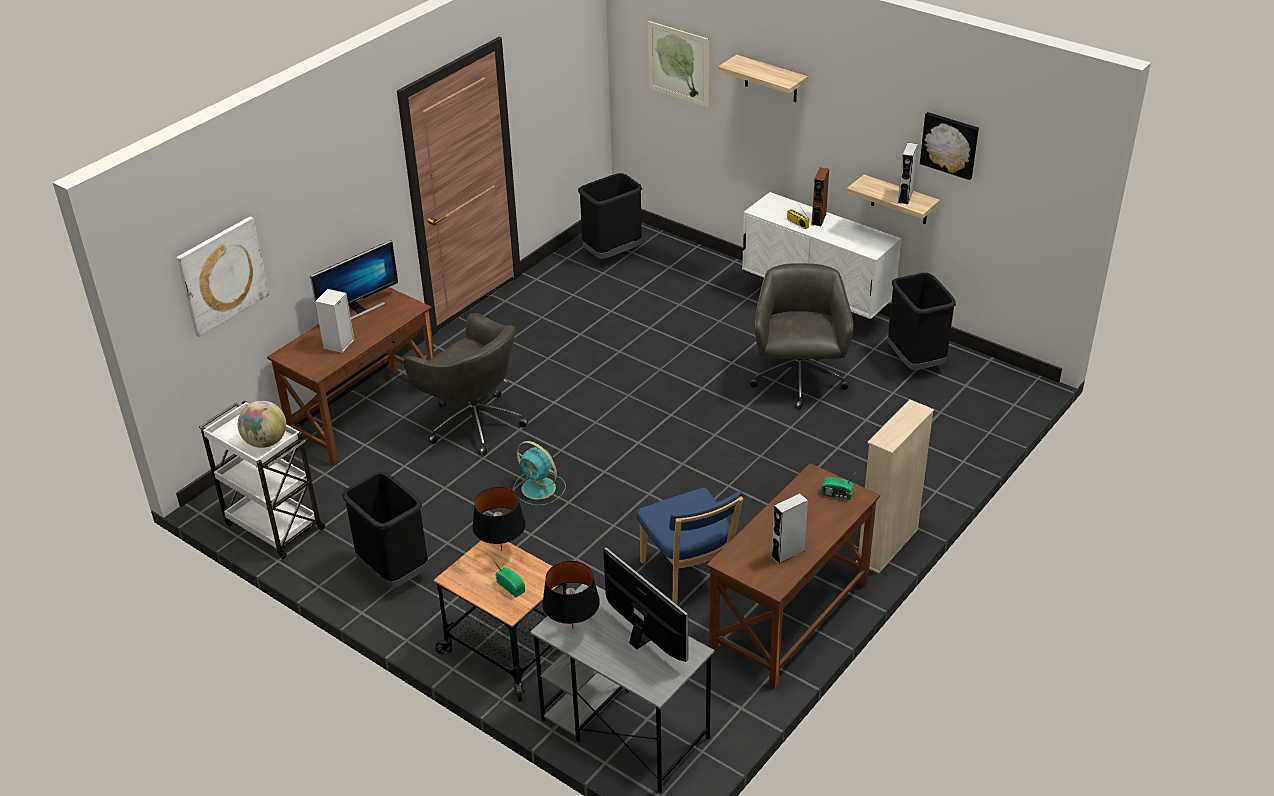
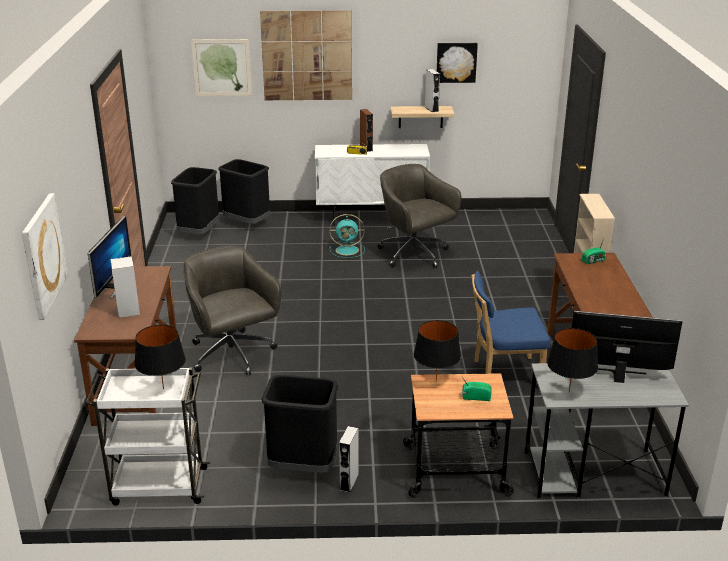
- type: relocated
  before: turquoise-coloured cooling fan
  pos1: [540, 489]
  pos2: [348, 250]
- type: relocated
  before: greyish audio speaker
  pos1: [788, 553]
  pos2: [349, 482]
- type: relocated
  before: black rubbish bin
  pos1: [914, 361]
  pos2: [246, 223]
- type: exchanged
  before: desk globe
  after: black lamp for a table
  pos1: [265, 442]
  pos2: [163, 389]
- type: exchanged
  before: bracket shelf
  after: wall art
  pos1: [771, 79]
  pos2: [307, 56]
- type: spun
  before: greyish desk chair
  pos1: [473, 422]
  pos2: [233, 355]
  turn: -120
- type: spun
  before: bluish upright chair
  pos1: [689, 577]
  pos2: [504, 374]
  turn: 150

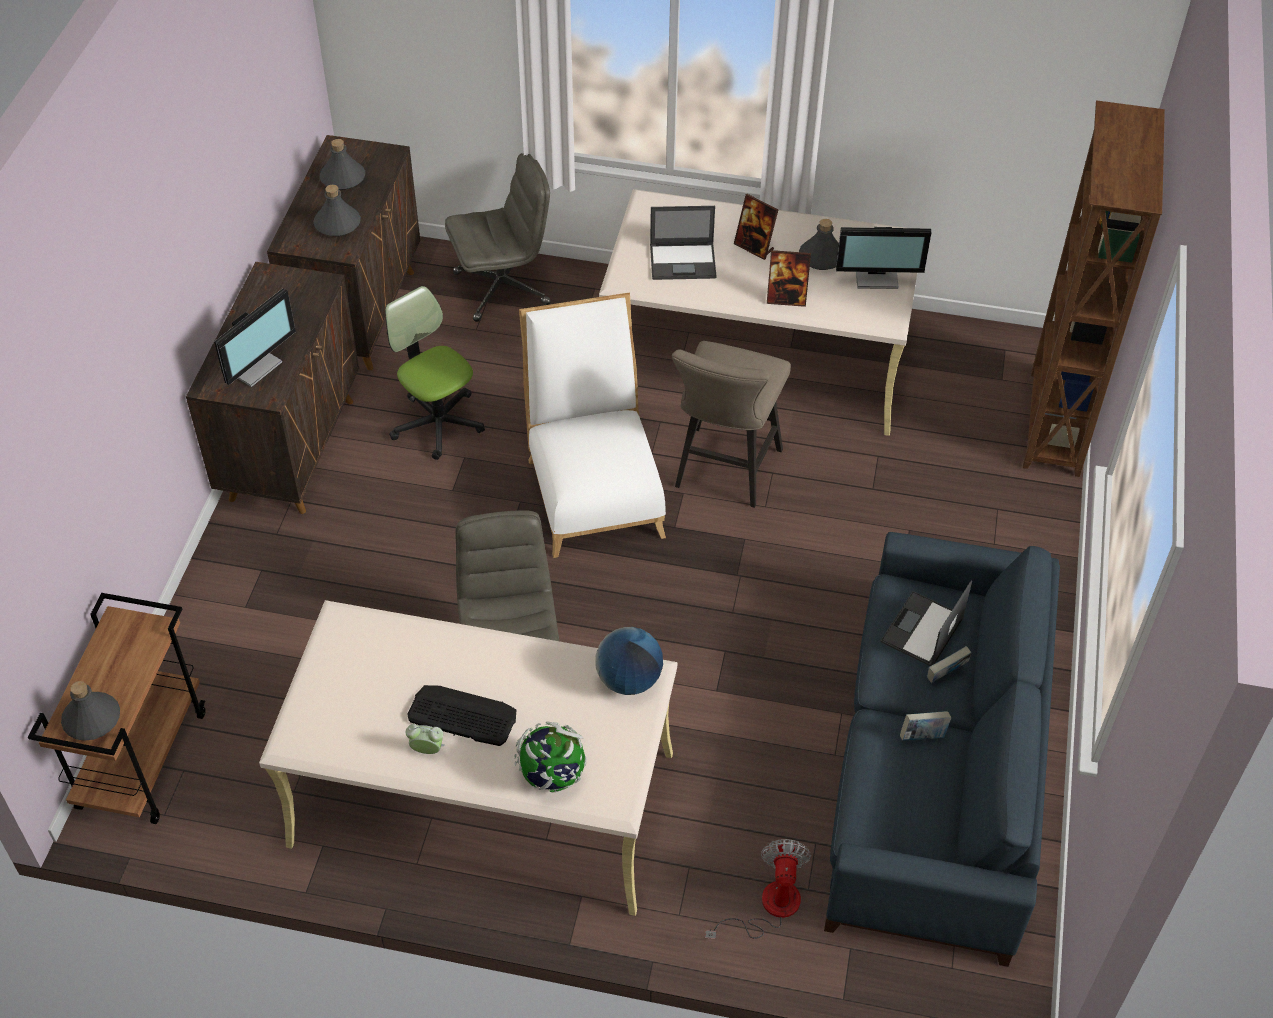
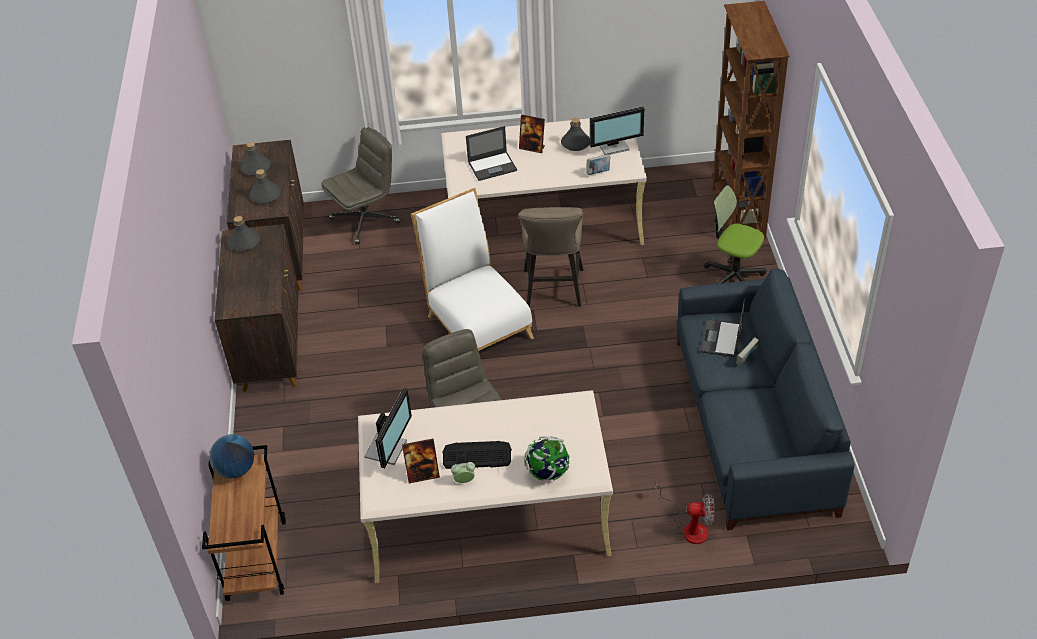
- type: relocated
  before: greyish bottle
  pos1: [91, 719]
  pos2: [244, 243]
- type: relocated
  before: computer display
  pos1: [253, 366]
  pos2: [388, 449]
- type: relocated
  before: desk chair
  pos1: [438, 423]
  pos2: [733, 277]
- type: relocated
  before: desk globe
  pos1: [629, 680]
  pos2: [236, 470]
- type: relocated
  before: standing frame
  pos1: [786, 299]
  pos2: [423, 474]
- type: relocated
  before: book
  pos1: [923, 736]
  pos2: [598, 172]
- type: spun
  before: cooling fan
  pos1: [768, 907]
  pos2: [689, 527]
  turn: 105

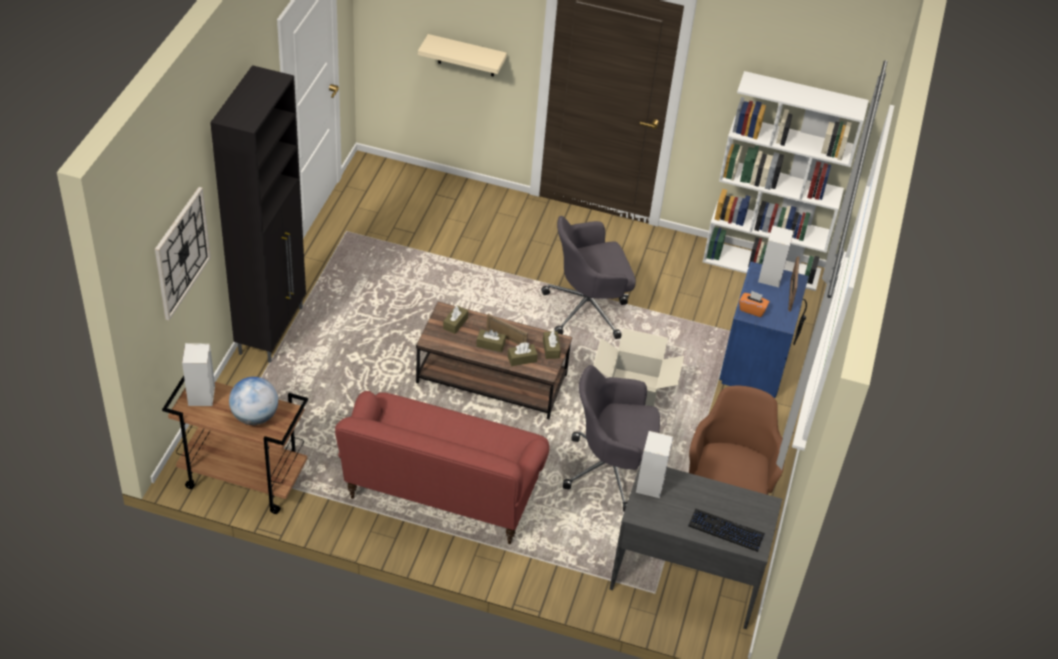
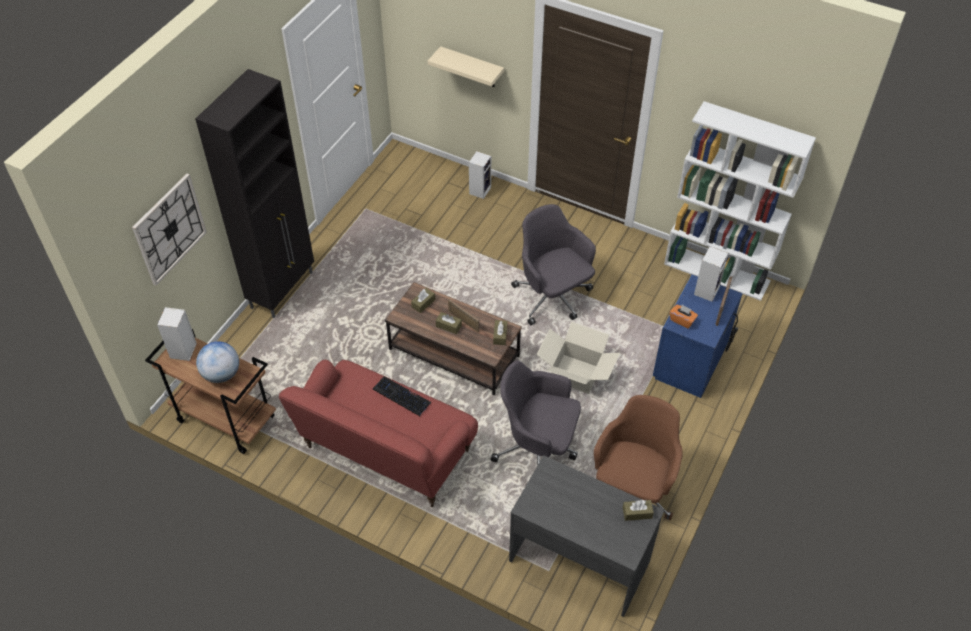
- type: relocated
  before: brown-coloured tissue box
  pos1: [522, 359]
  pos2: [637, 513]
- type: relocated
  before: audio speaker
  pos1: [649, 484]
  pos2: [480, 190]
- type: relocated
  before: keyboard
  pos1: [726, 530]
  pos2: [401, 396]
- type: spun
  before: greyish desk chair
  pos1: [588, 309]
  pos2: [552, 297]
  turn: 60

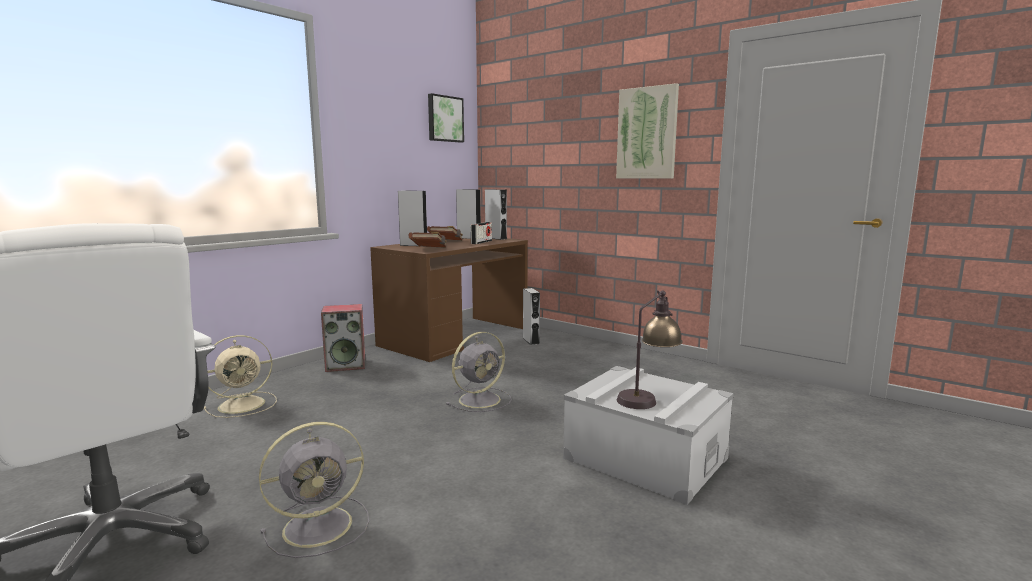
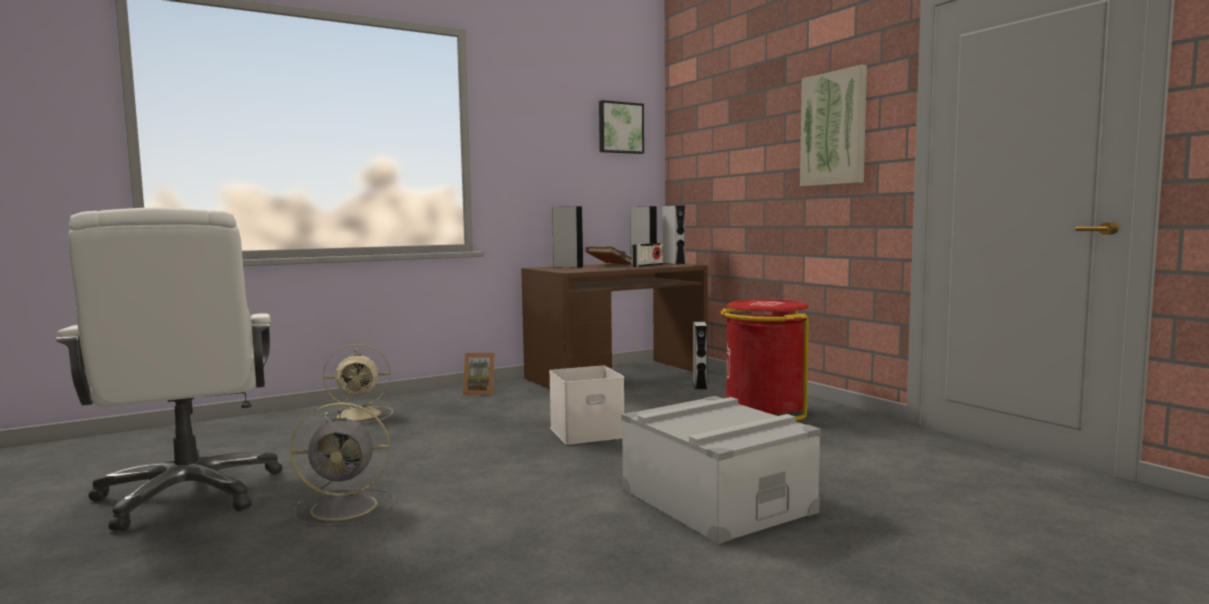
- type: missing
  before: brown-coloured book
  pos1: [429, 249]
- type: missing
  before: lamp for a table
  pos1: [647, 398]
- type: appeared
  after: red rubbish bin
  pos2: [764, 411]
- type: exchanged
  before: audio speaker
  after: standing frame
  pos1: [346, 365]
  pos2: [480, 392]
- type: exchanged
  before: greyish cooling fan
  after: whitish storage box
  pos1: [481, 399]
  pos2: [587, 432]

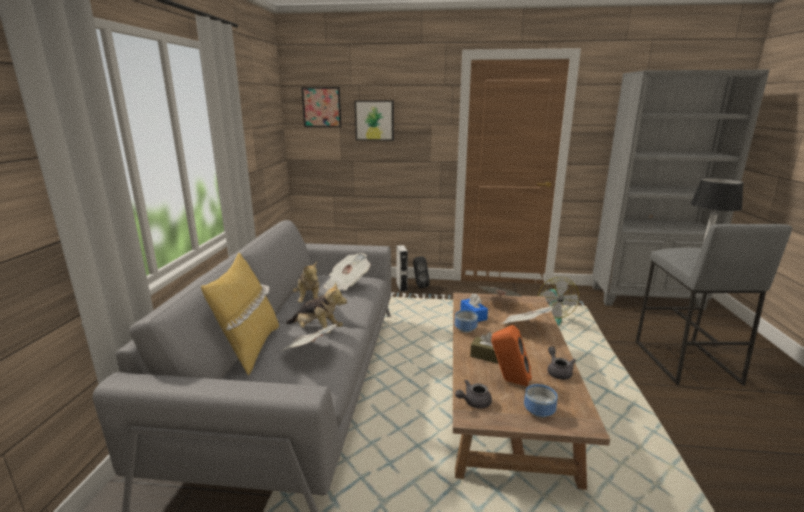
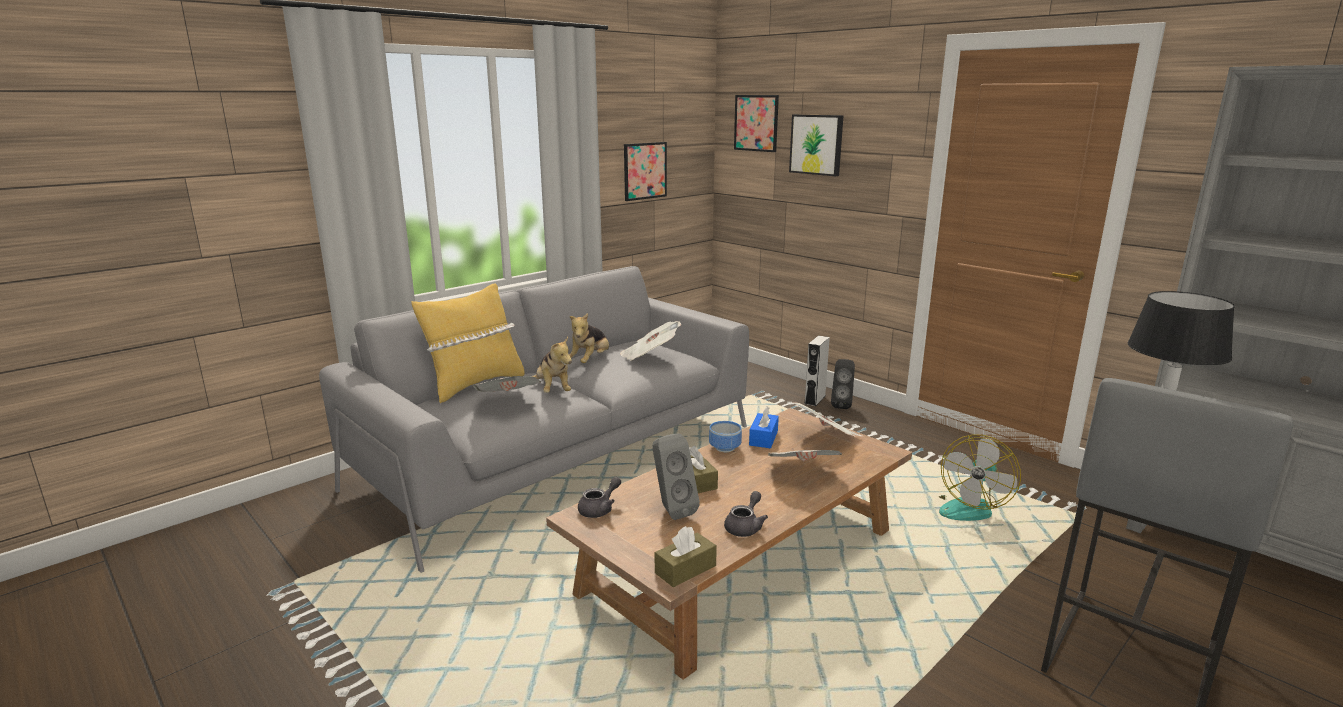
- type: missing
  before: bowl
  pos1: [538, 410]
- type: appeared
  after: wall art
  pos2: [645, 171]
- type: appeared
  after: brown-coloured tissue box
  pos2: [685, 569]
- type: colour
  before: orange-coloured audio speaker
  after: greyish audio speaker
  pos1: [509, 381]
  pos2: [671, 509]
- type: spun
  before: greyish teapot
  pos1: [473, 402]
  pos2: [600, 509]
  turn: 120

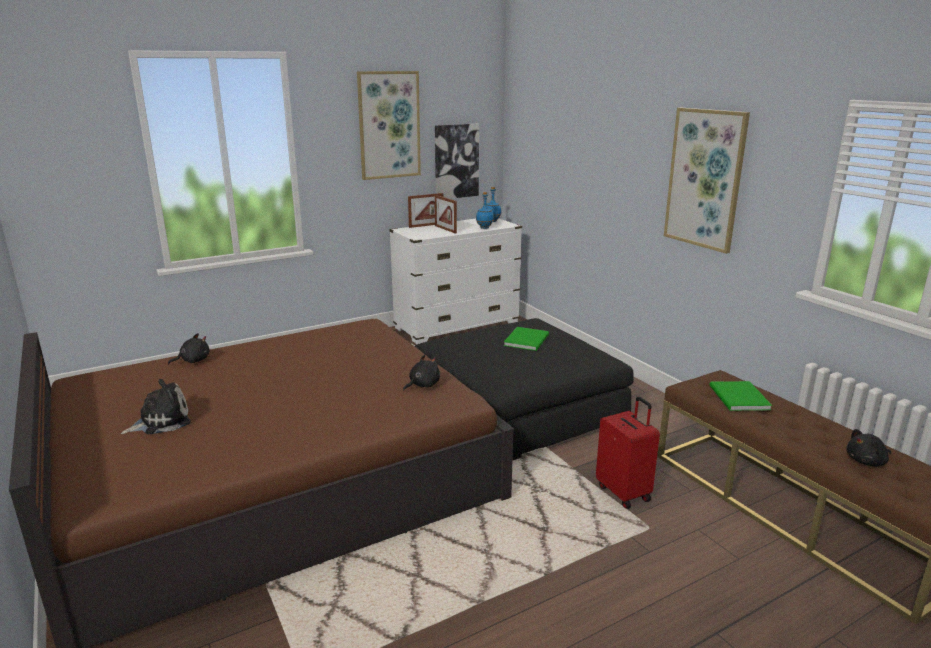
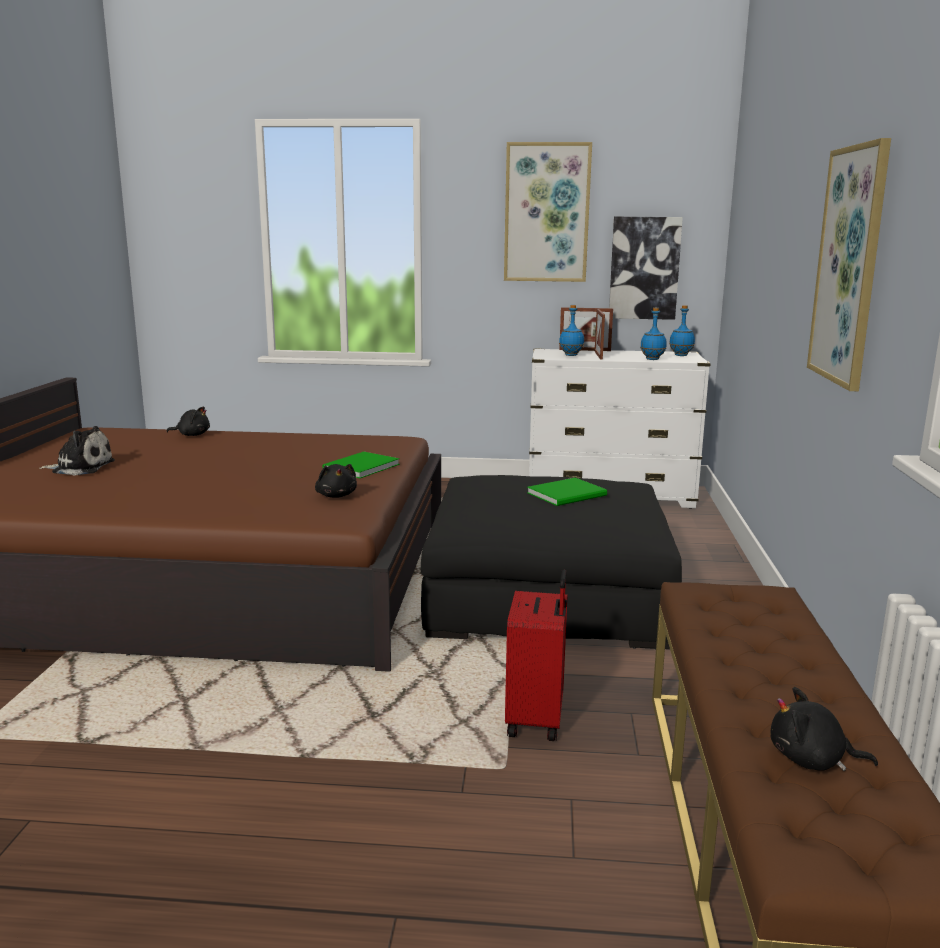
- type: appeared
  after: bluish bottle
  pos2: [570, 355]
- type: relocated
  before: greenish book
  pos1: [738, 398]
  pos2: [359, 467]
- type: spun
  before: black cuddly toy
  pos1: [422, 385]
  pos2: [336, 495]
  turn: 75

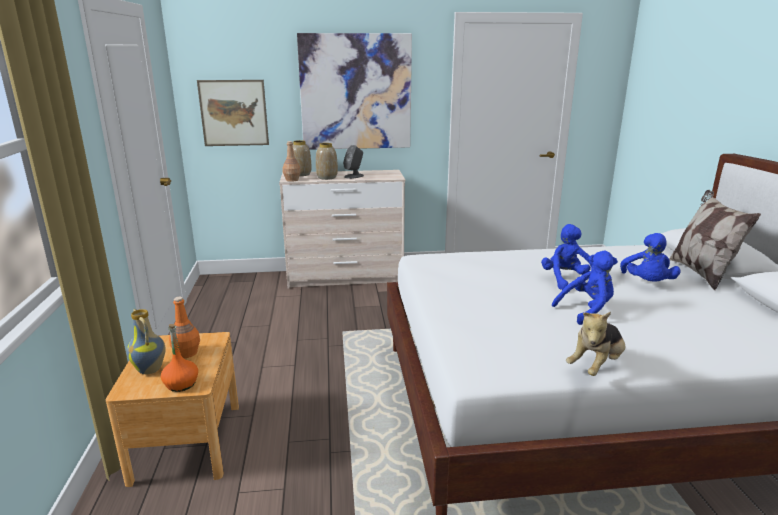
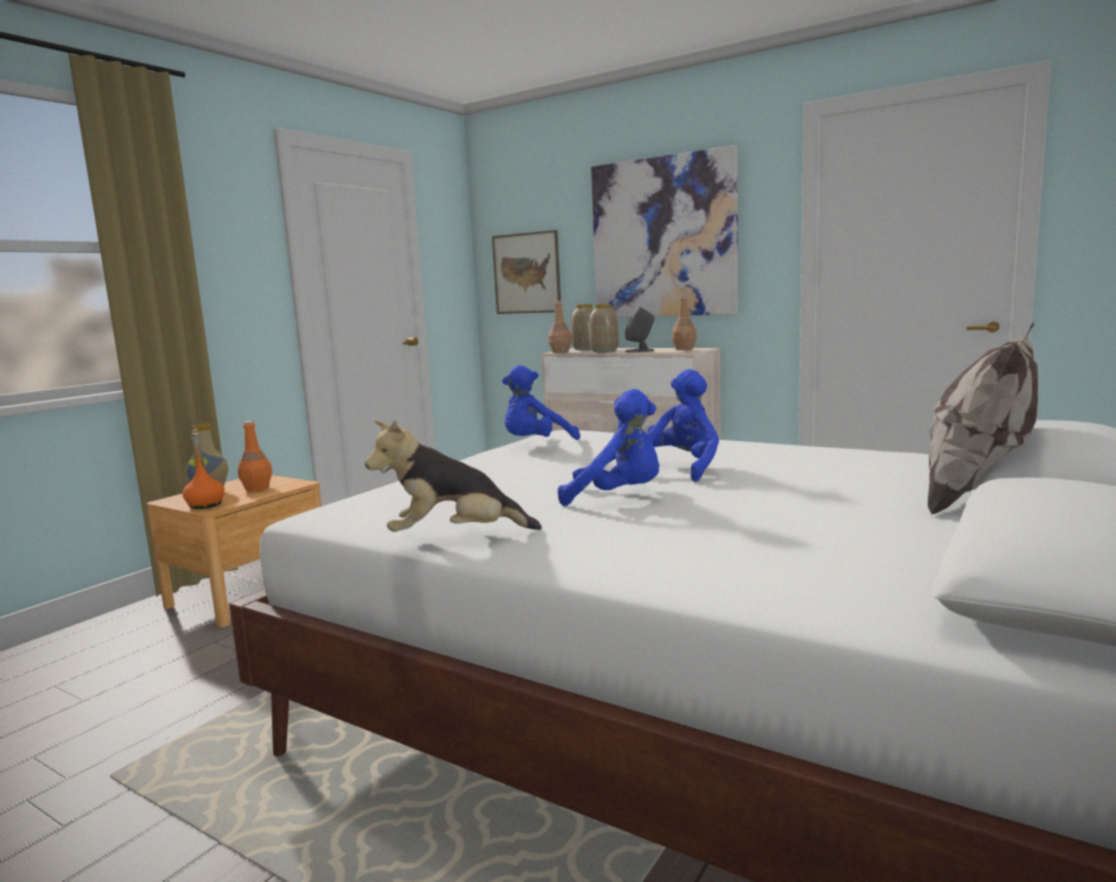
- type: appeared
  after: brown-coloured bottle
  pos2: [684, 349]
- type: relocated
  before: bluish cuddly toy
  pos1: [647, 283]
  pos2: [536, 445]

